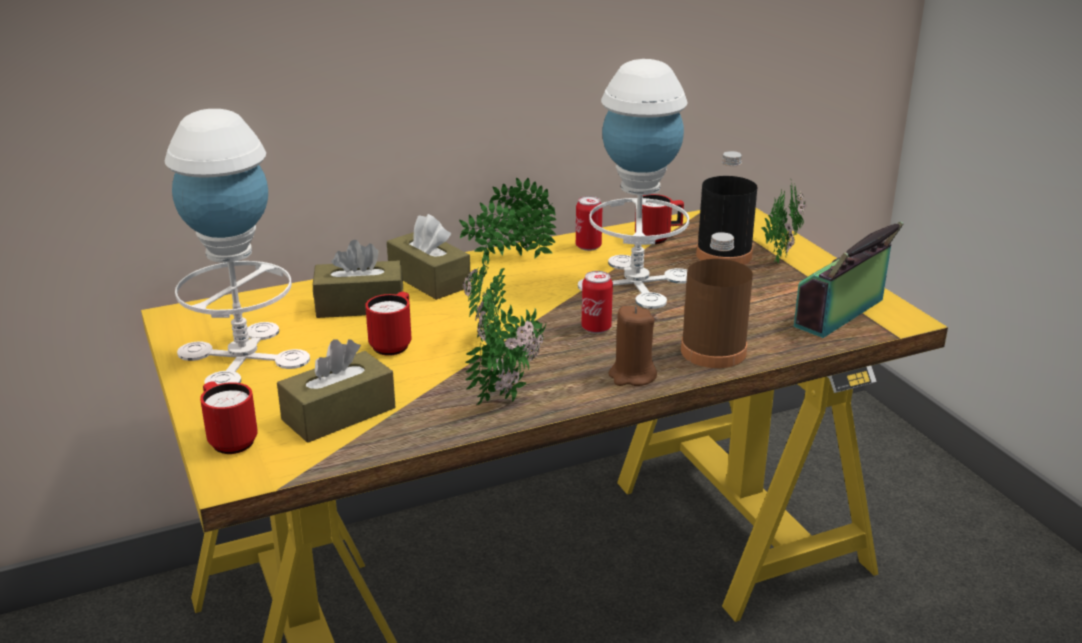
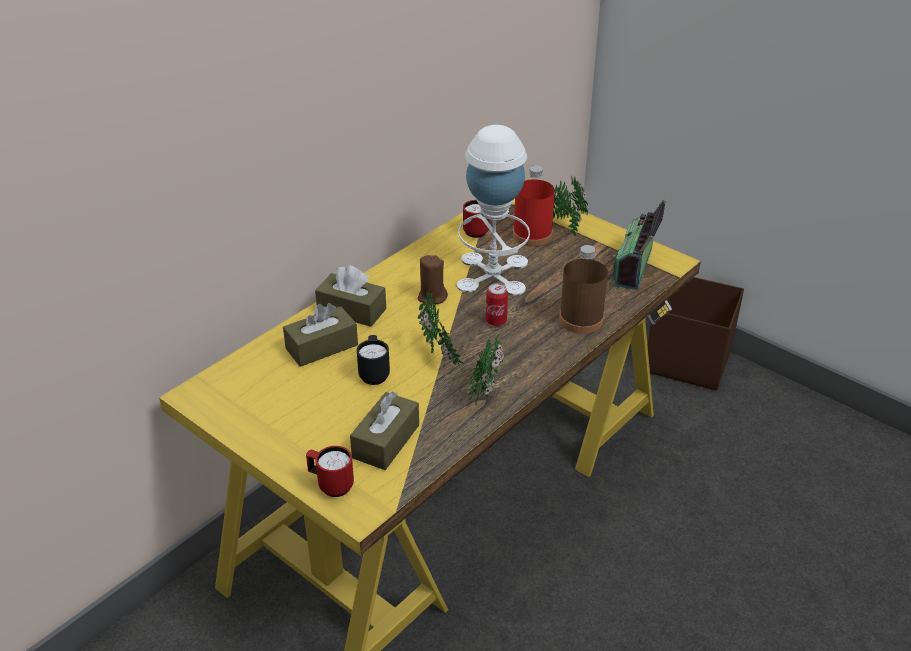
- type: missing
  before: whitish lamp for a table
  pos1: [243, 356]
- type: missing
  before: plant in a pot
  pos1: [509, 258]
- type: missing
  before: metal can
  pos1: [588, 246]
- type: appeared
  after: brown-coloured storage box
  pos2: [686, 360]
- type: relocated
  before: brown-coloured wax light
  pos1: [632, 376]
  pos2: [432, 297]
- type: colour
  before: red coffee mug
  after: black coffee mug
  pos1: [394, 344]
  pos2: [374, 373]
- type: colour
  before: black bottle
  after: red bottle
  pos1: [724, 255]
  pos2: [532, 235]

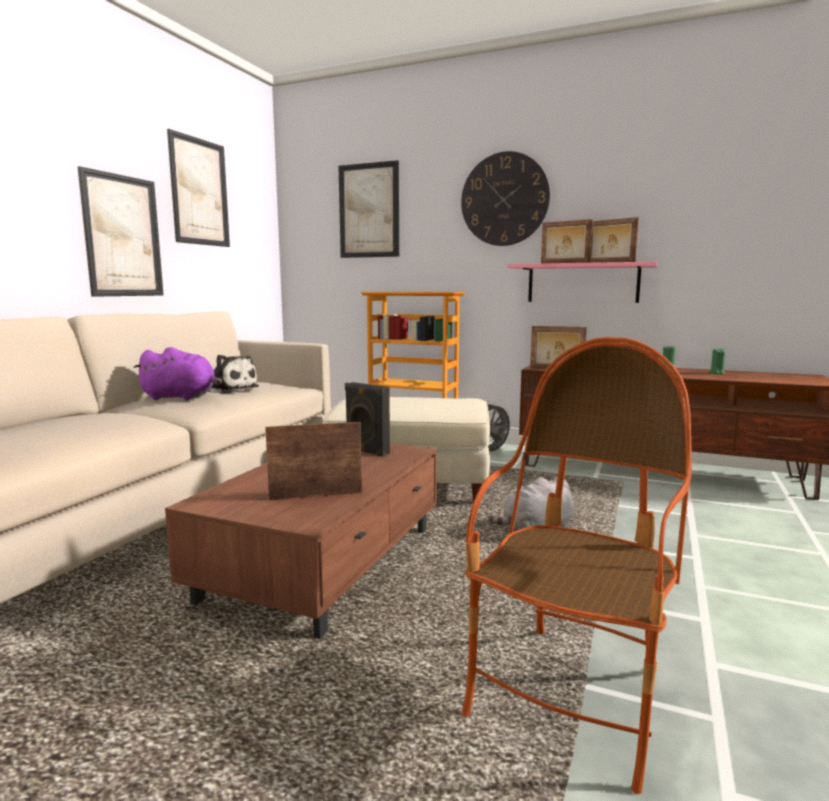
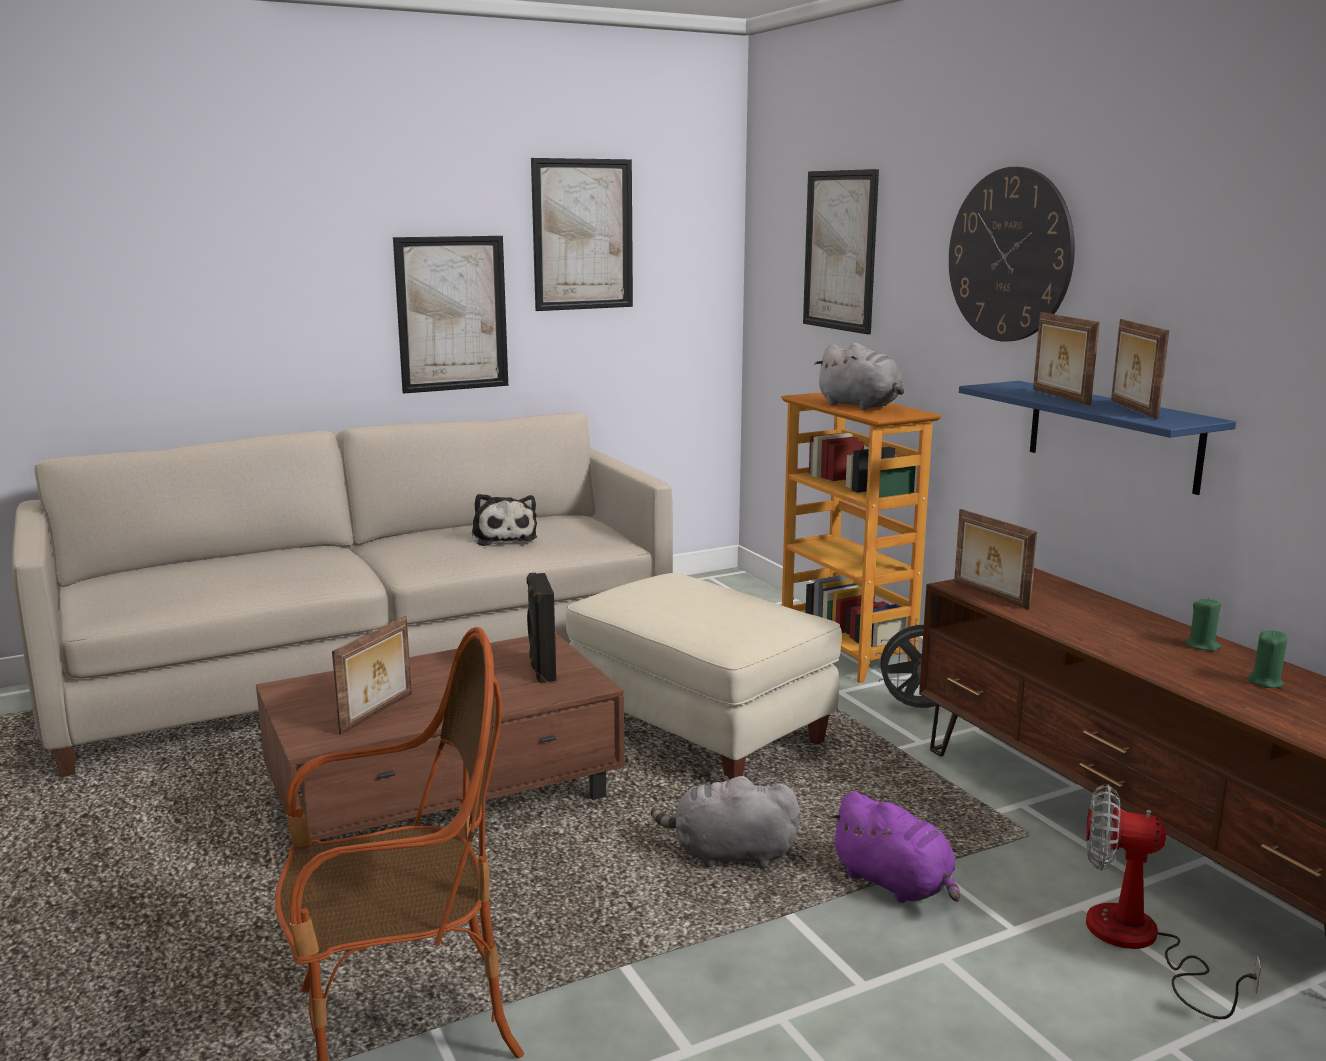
- type: appeared
  after: greyish cuddly toy
  pos2: [861, 406]
- type: appeared
  after: cooling fan
  pos2: [1139, 943]
- type: relocated
  before: purple cuddly toy
  pos1: [181, 397]
  pos2: [895, 884]
- type: colour
  before: pink bracket shelf
  after: bluish bracket shelf
  pos1: [582, 283]
  pos2: [1112, 435]
- type: spun
  before: standing frame
  pos1: [316, 495]
  pos2: [378, 713]
  turn: 90

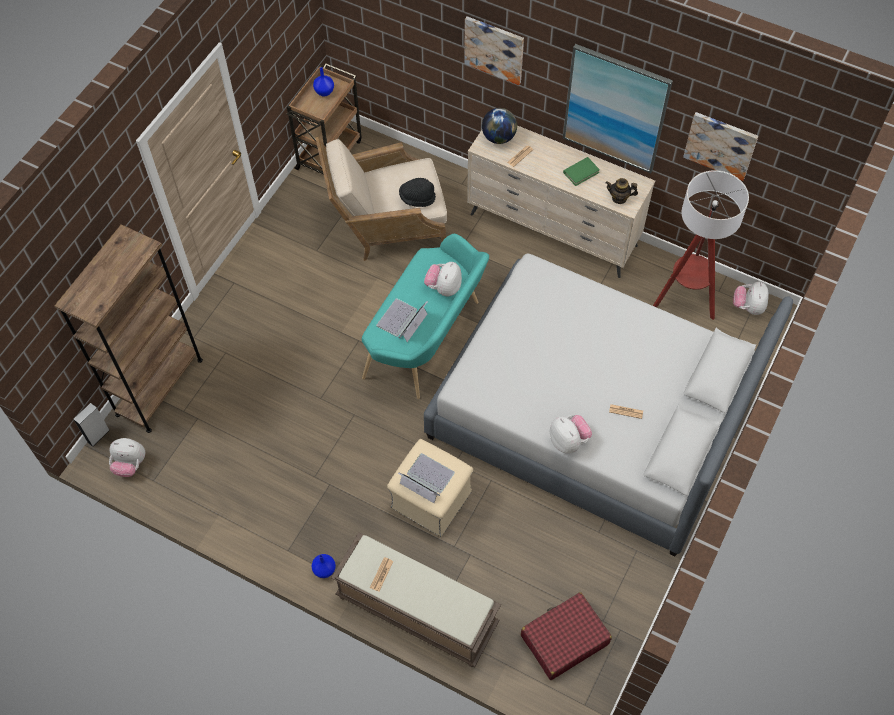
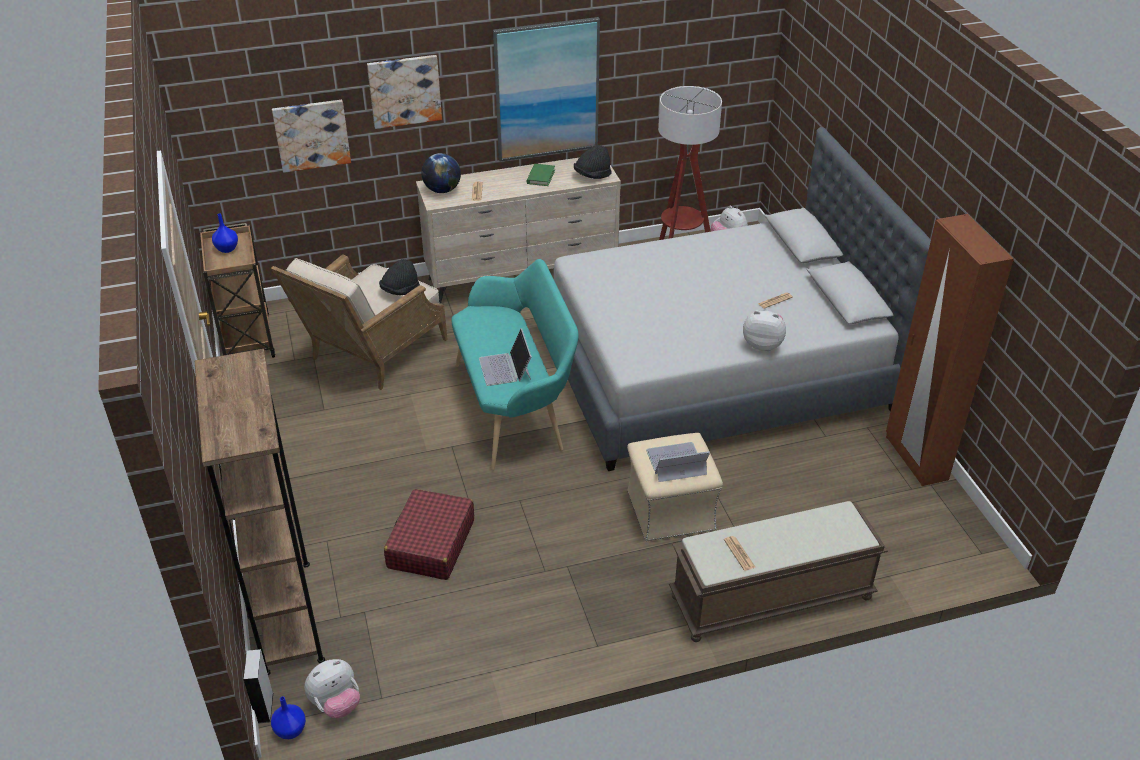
- type: missing
  before: cuddly toy
  pos1: [444, 287]
- type: appeared
  after: brown-coloured armoire
  pos2: [915, 458]
- type: relocated
  before: bluish vase
  pos1: [324, 570]
  pos2: [290, 731]
- type: relocated
  before: red suitcase
  pos1: [564, 639]
  pos2: [431, 544]
- type: relocated
  before: wall art
  pos1: [720, 145]
  pos2: [312, 135]
- type: exchanged
  before: teapot
  after: black hat
  pos1: [619, 198]
  pos2: [592, 175]

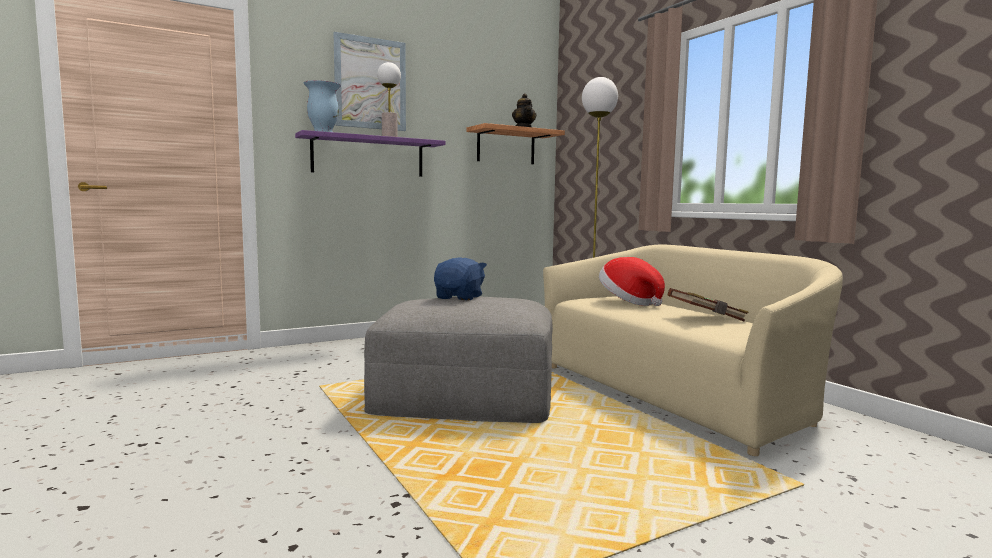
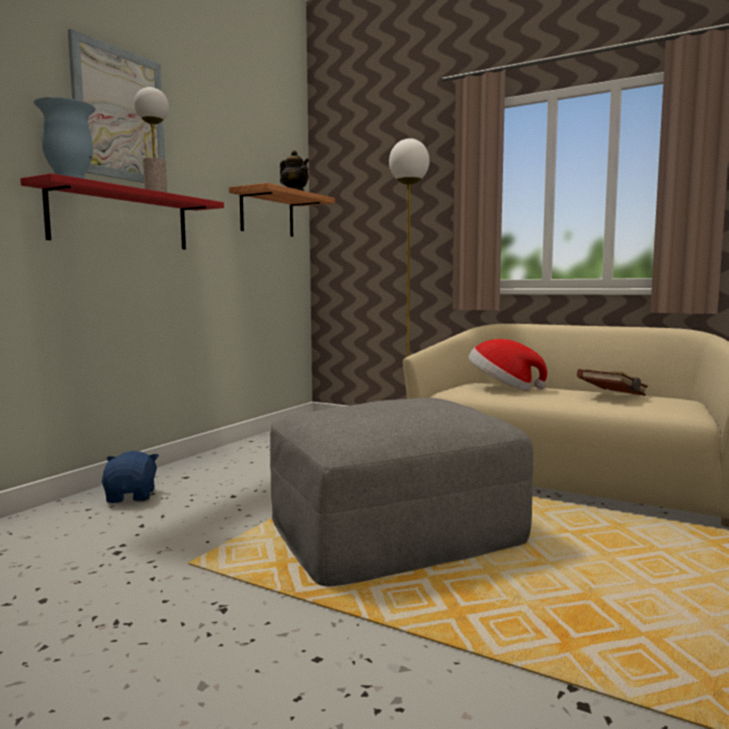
- type: relocated
  before: bluish cuddly toy
  pos1: [460, 297]
  pos2: [132, 496]
- type: colour
  before: purple bracket shelf
  after: red bracket shelf
  pos1: [368, 156]
  pos2: [121, 219]

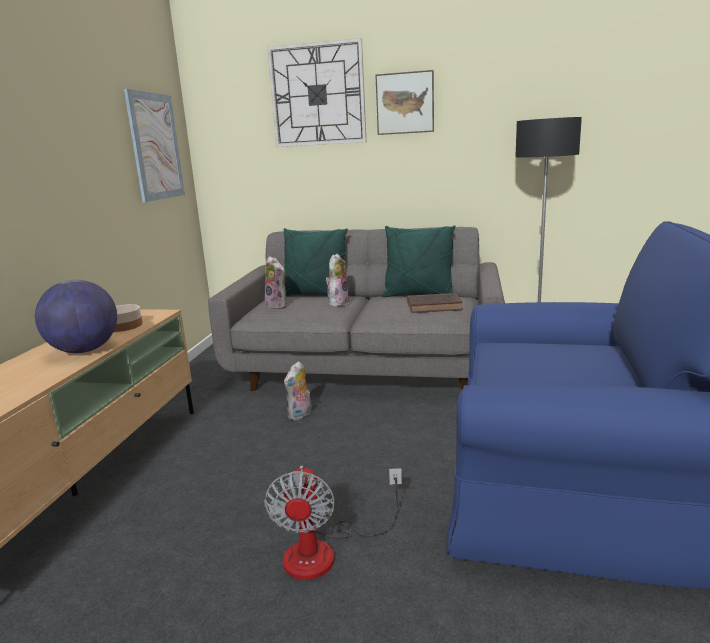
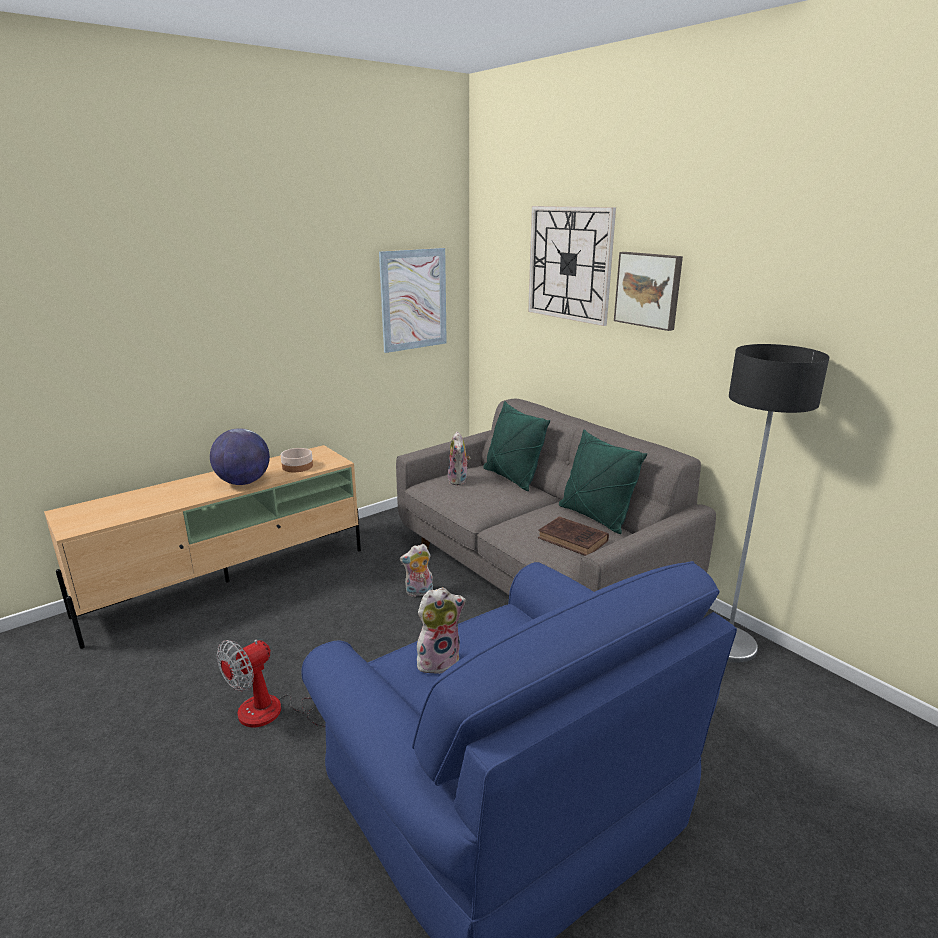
- type: relocated
  before: cuddly toy
  pos1: [338, 303]
  pos2: [439, 660]

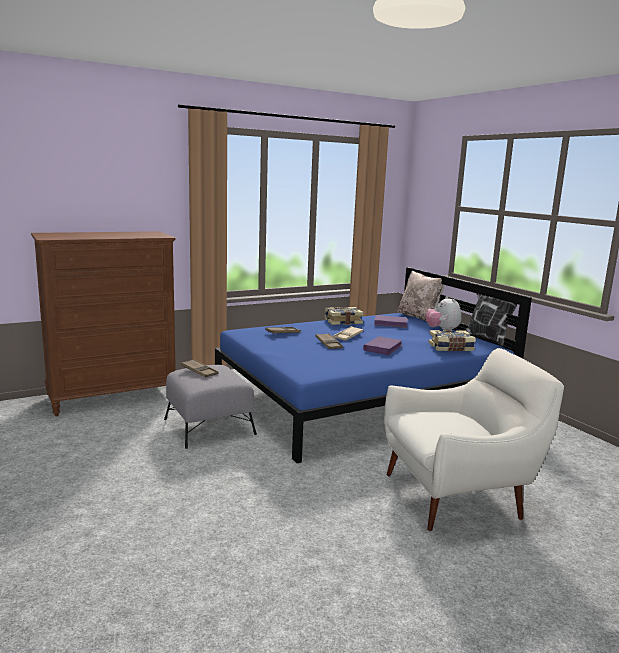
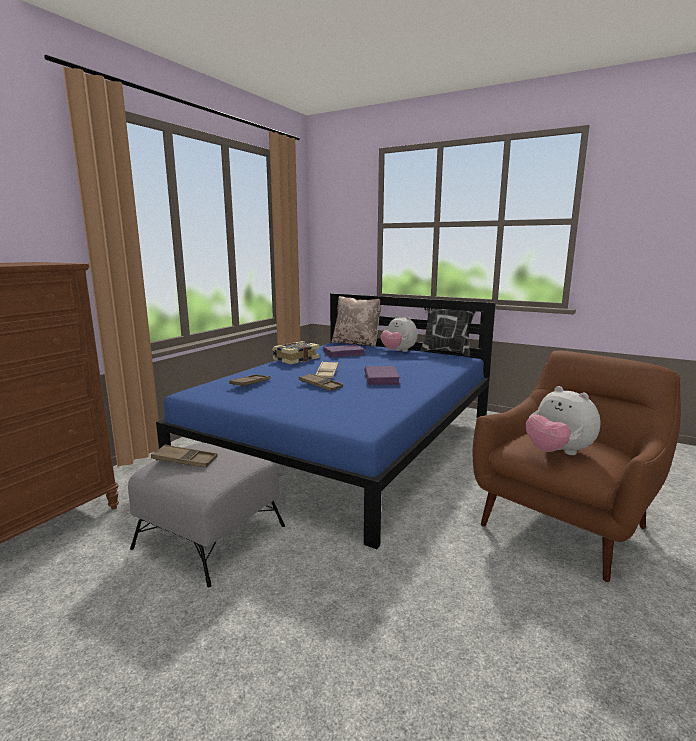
- type: missing
  before: book
  pos1: [451, 348]
- type: appeared
  after: cuddly toy
  pos2: [557, 452]
- type: colour
  before: whitish lounge chair
  after: brown-coloured lounge chair
  pos1: [457, 495]
  pos2: [566, 523]

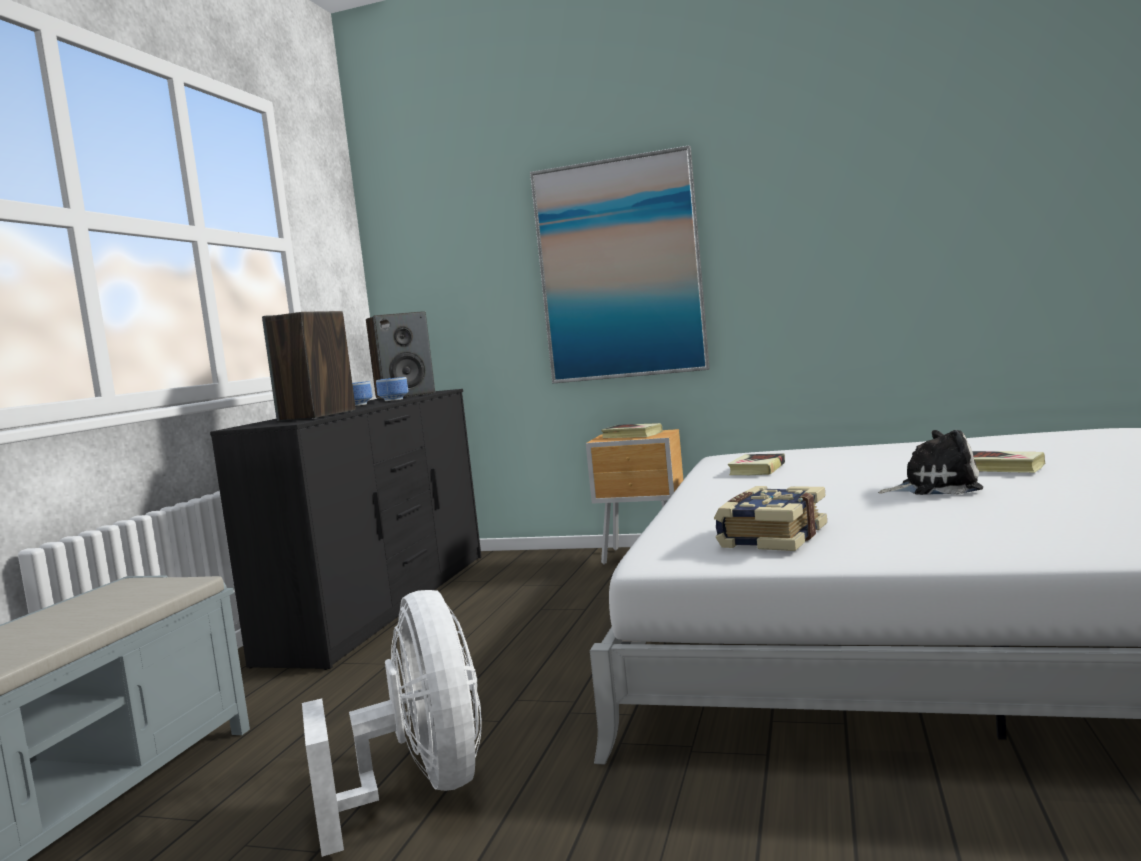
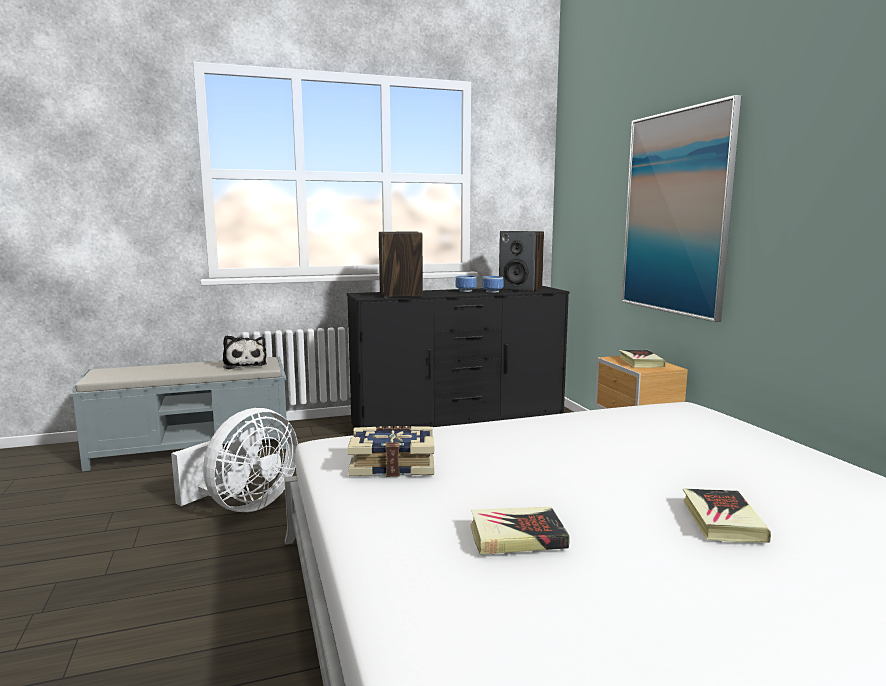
- type: relocated
  before: book
  pos1: [757, 469]
  pos2: [517, 537]
- type: relocated
  before: cuddly toy
  pos1: [935, 488]
  pos2: [244, 365]

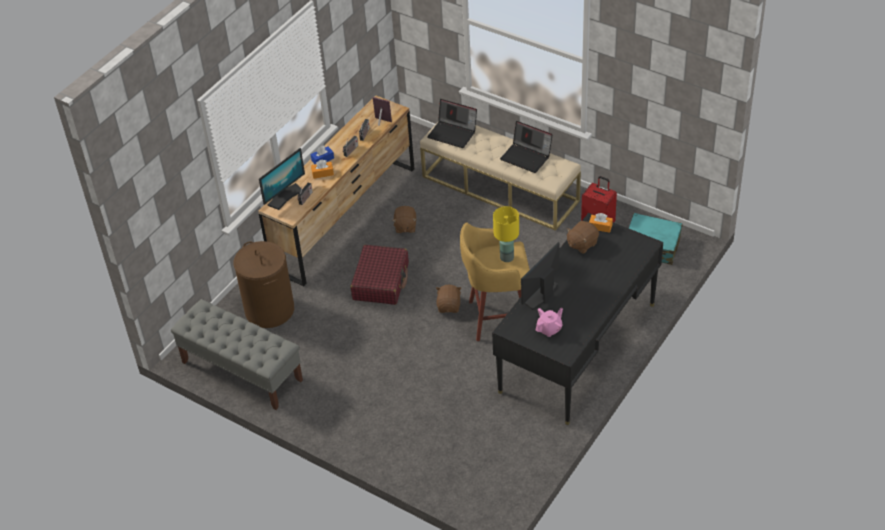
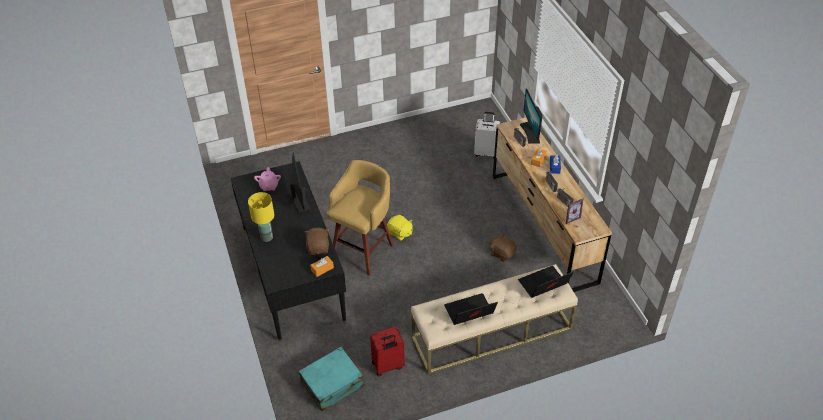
- type: missing
  before: greyish long seat
  pos1: [241, 371]
- type: missing
  before: red suitcase
  pos1: [381, 281]
- type: relocated
  before: yellow-coloured lamp for a table
  pos1: [506, 257]
  pos2: [267, 237]
- type: exchanged
  before: brown-coloured laundry basket
  after: whitish suitcase
  pos1: [269, 310]
  pos2: [486, 153]
- type: colour
  before: brown-coloured cuddly toy
  after: yellow-coloured cuddly toy
  pos1: [449, 306]
  pos2: [400, 233]

